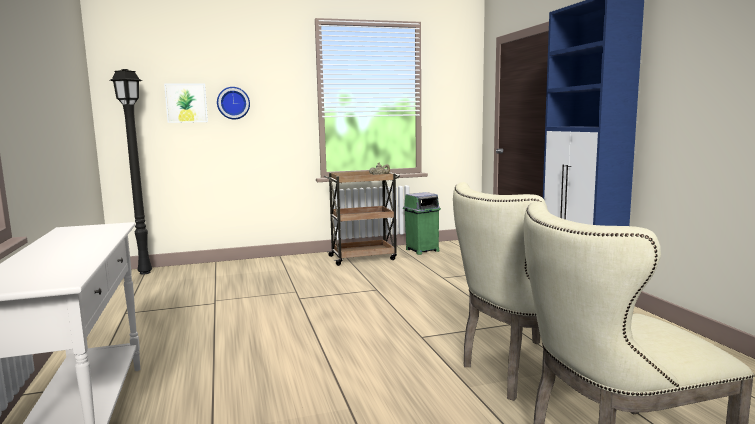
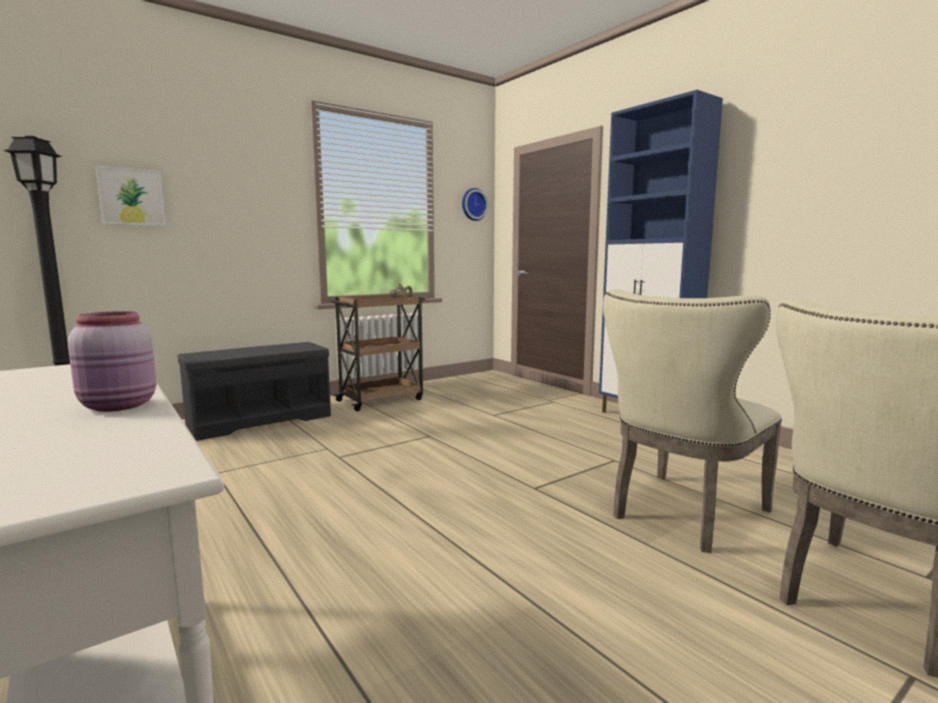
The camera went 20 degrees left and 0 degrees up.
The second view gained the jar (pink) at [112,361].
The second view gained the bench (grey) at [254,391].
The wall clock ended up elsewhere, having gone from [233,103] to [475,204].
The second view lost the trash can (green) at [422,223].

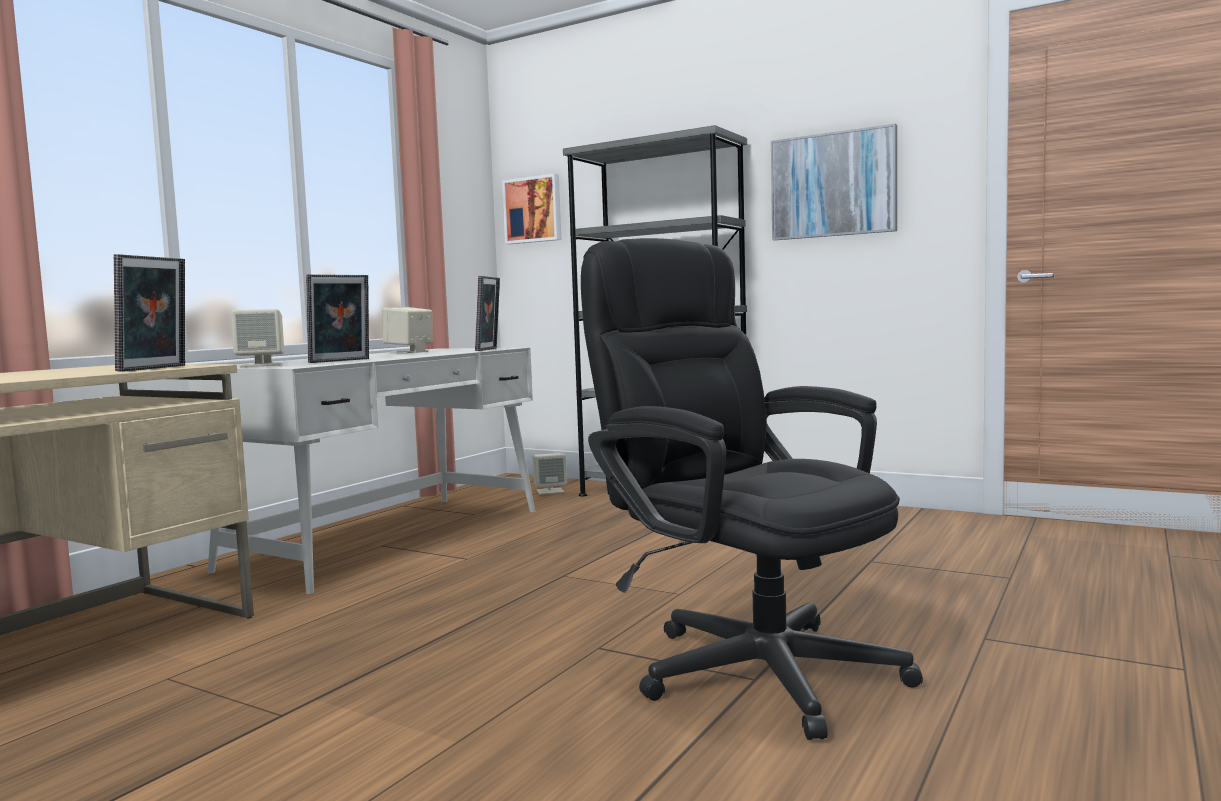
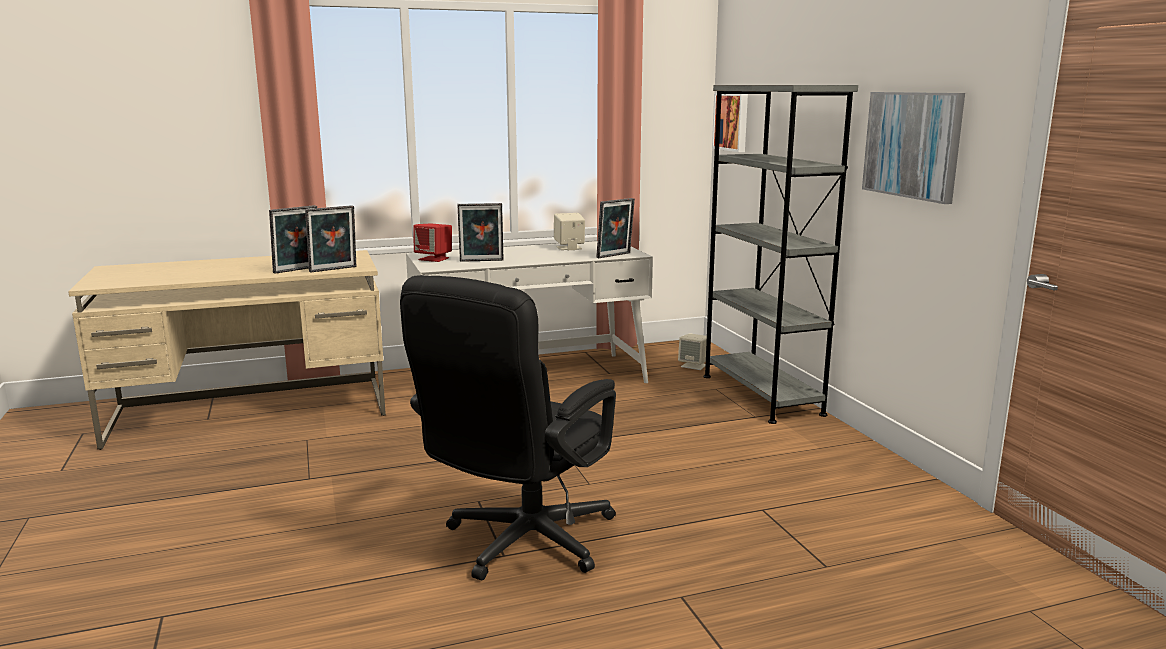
The camera went 40 degrees right and 10 degrees up.
The second view gained the picture frame at [293,239].
The office chair (black) at [752,489] ended up facing another way, 150 degrees counterclockwise from before.
What was the speaker (beige) at [257,338] turned into the speaker (red) at [432,242].

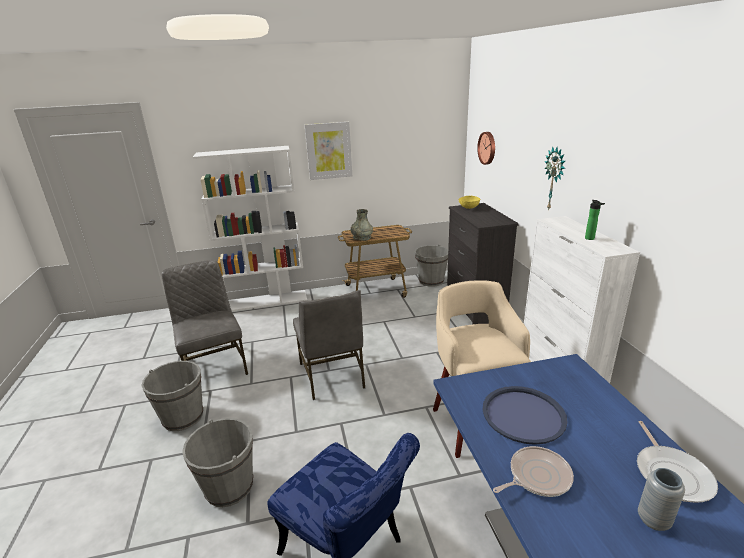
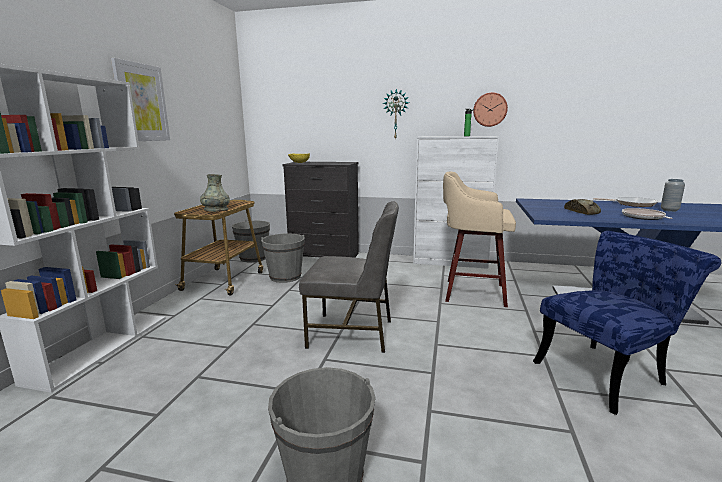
The camera went 65 degrees left and 10 degrees down.
The bucket (grey) ended up elsewhere, having gone from [217,462] to [283,258].
The wall clock ended up elsewhere, having gone from [486,148] to [490,109].
Where the tray (blue) stood at [525,415], the bread came to stand at [582,207].
The second view lost the chair (grey) at [205,317].

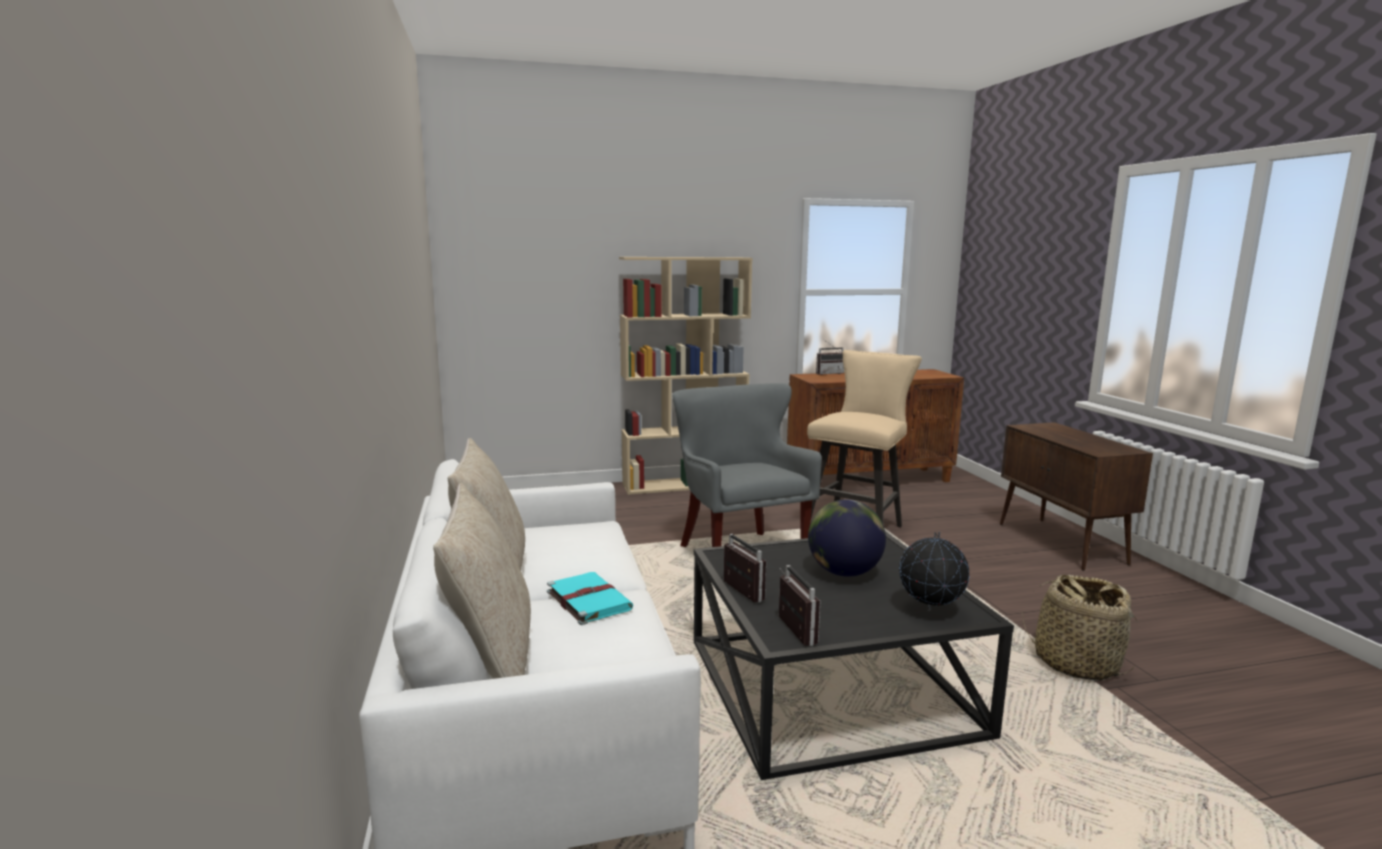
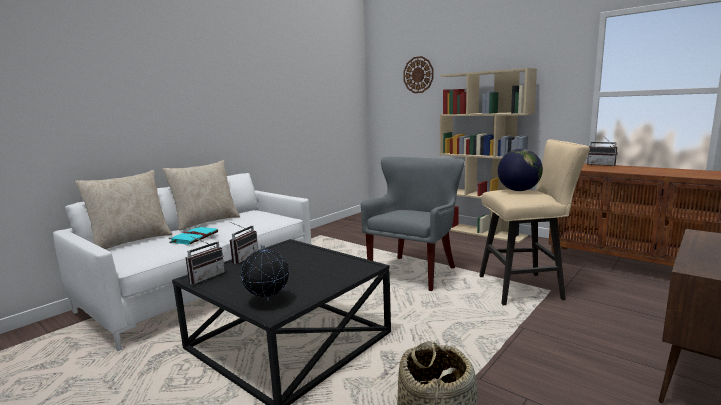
The camera went 55 degrees right and 0 degrees up.
The second view gained the wall clock at [418,74].
The globe ended up elsewhere, having gone from [847,538] to [520,170].

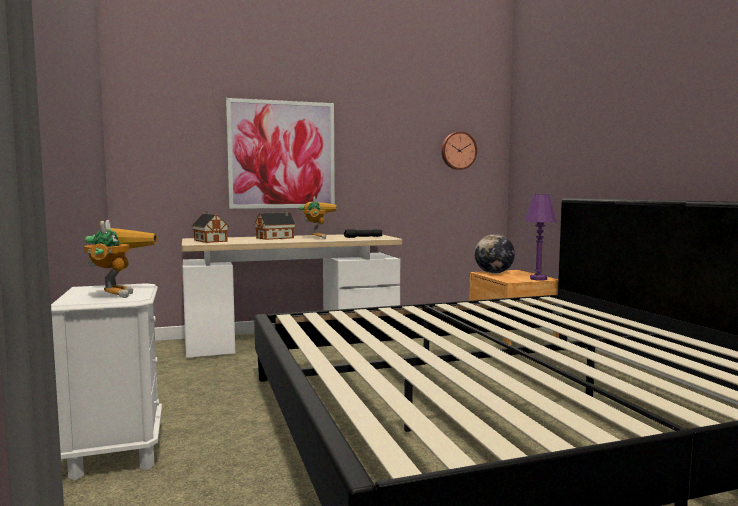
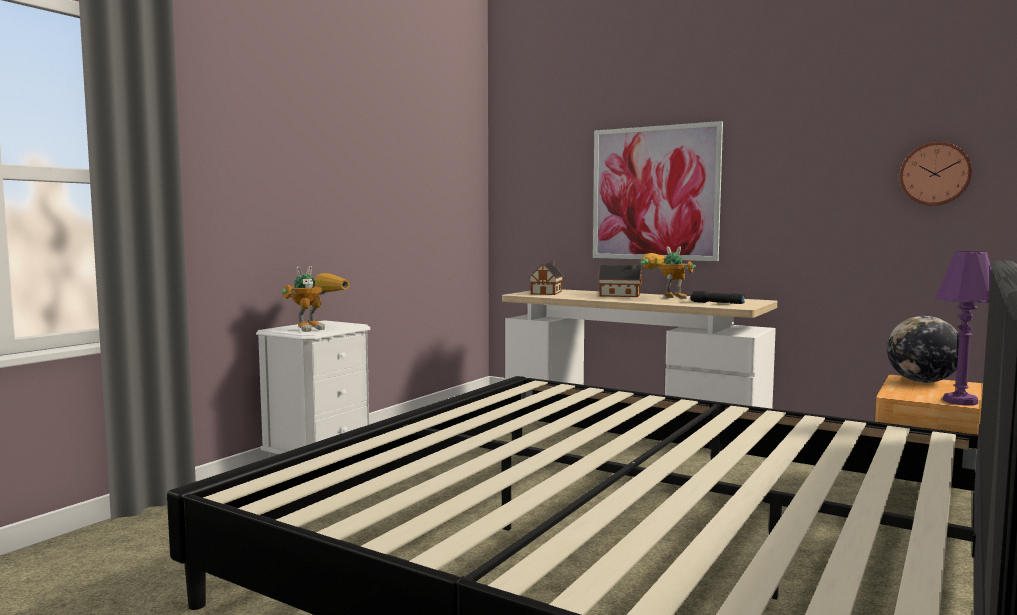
The camera went 50 degrees right and 0 degrees up.
The toy robot at [318,217] ended up facing another way, 105 degrees counterclockwise from before.

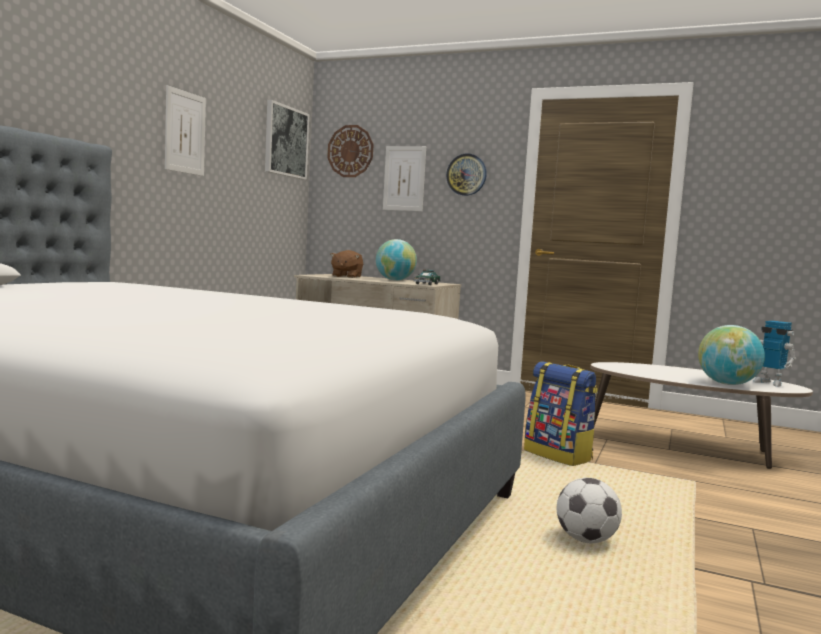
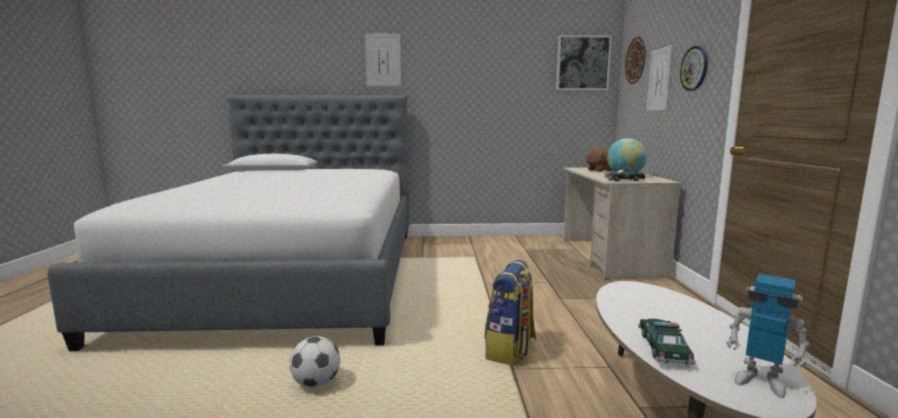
The camera went 65 degrees right and 5 degrees up.
The picture ended up elsewhere, having gone from [185,130] to [383,60].
Where the globe stood at [731,355], the toy car came to stand at [667,342].
The toy robot at [774,354] ended up facing another way, 75 degrees counterclockwise from before.

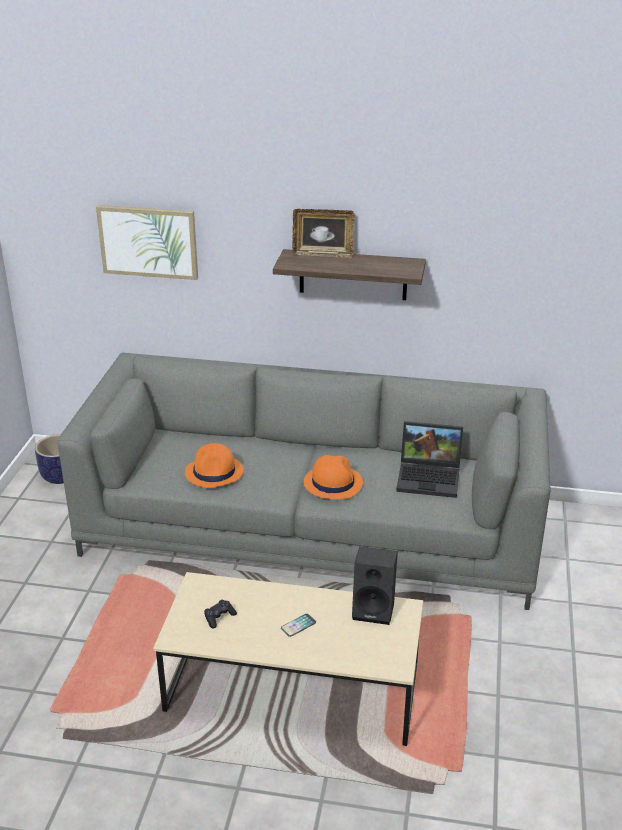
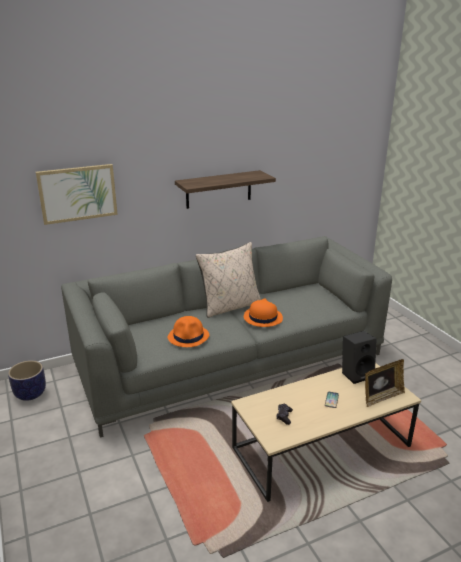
The camera went 35 degrees left and 5 degrees down.
The second view gained the pillow (beige) at [228,280].
The picture frame ended up elsewhere, having gone from [323,233] to [385,383].
The second view lost the laptop at [429,459].

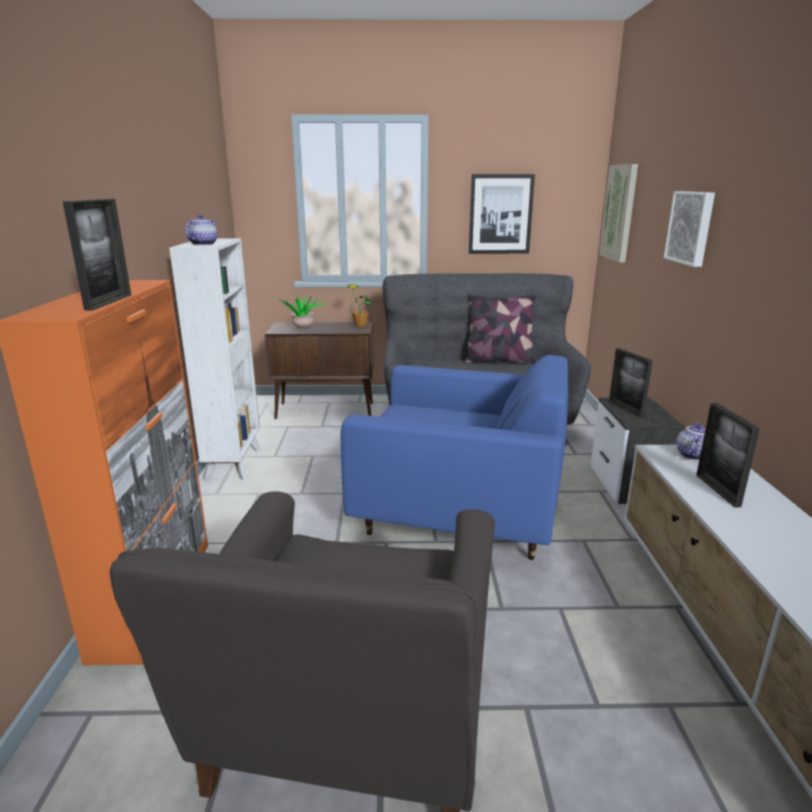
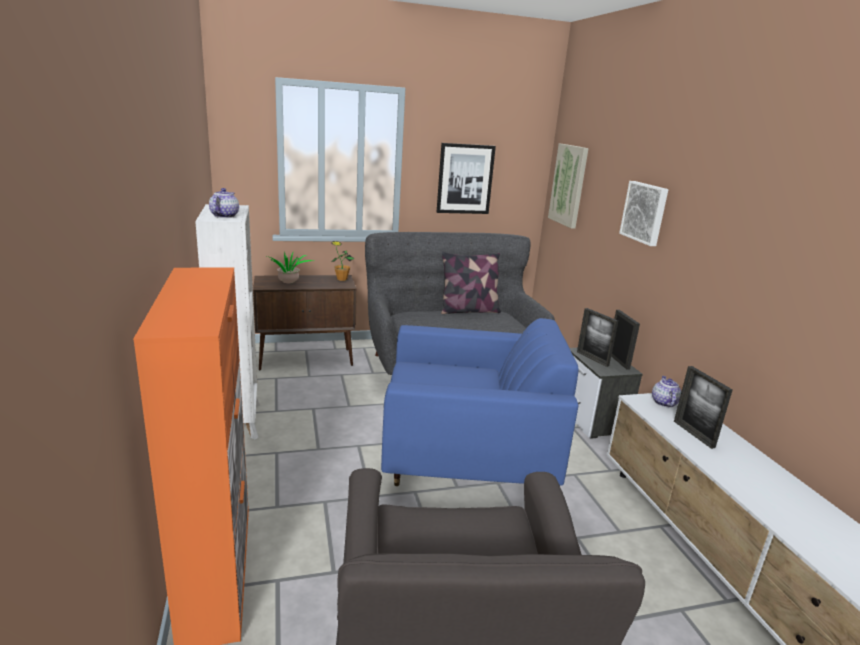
The camera went 15 degrees left and 0 degrees up.
The picture frame ended up elsewhere, having gone from [97,255] to [625,340].

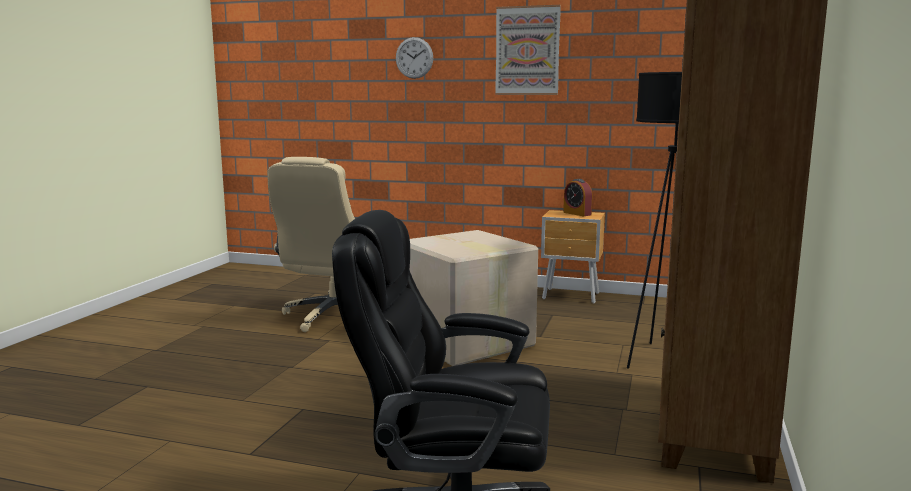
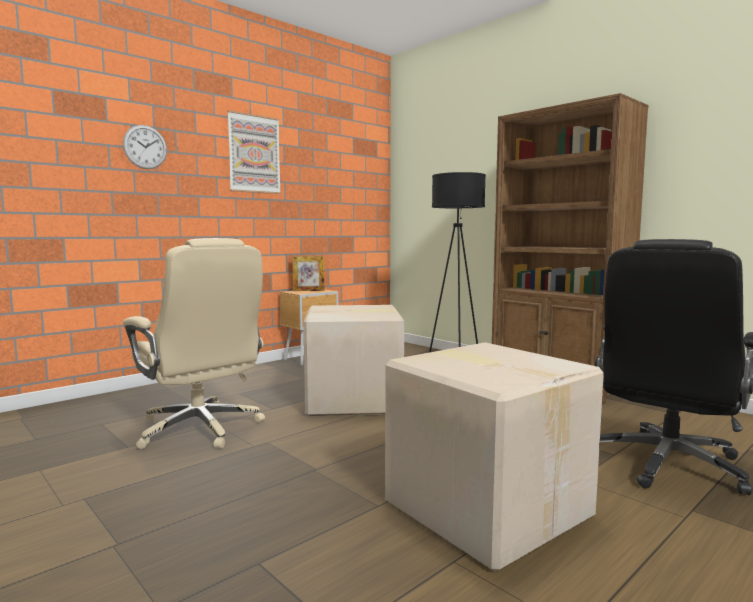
The camera went 60 degrees left and 5 degrees down.
Where the alarm clock stood at [577,197], the picture frame came to stand at [308,273].
The second view gained the cardboard box at [494,457].

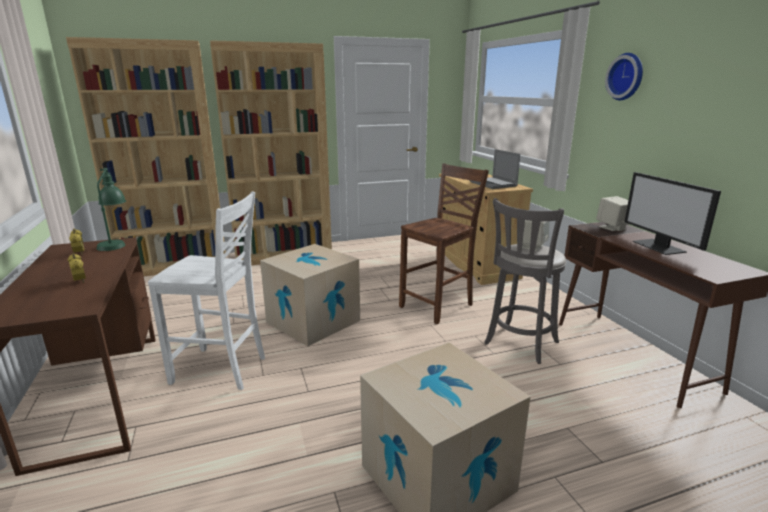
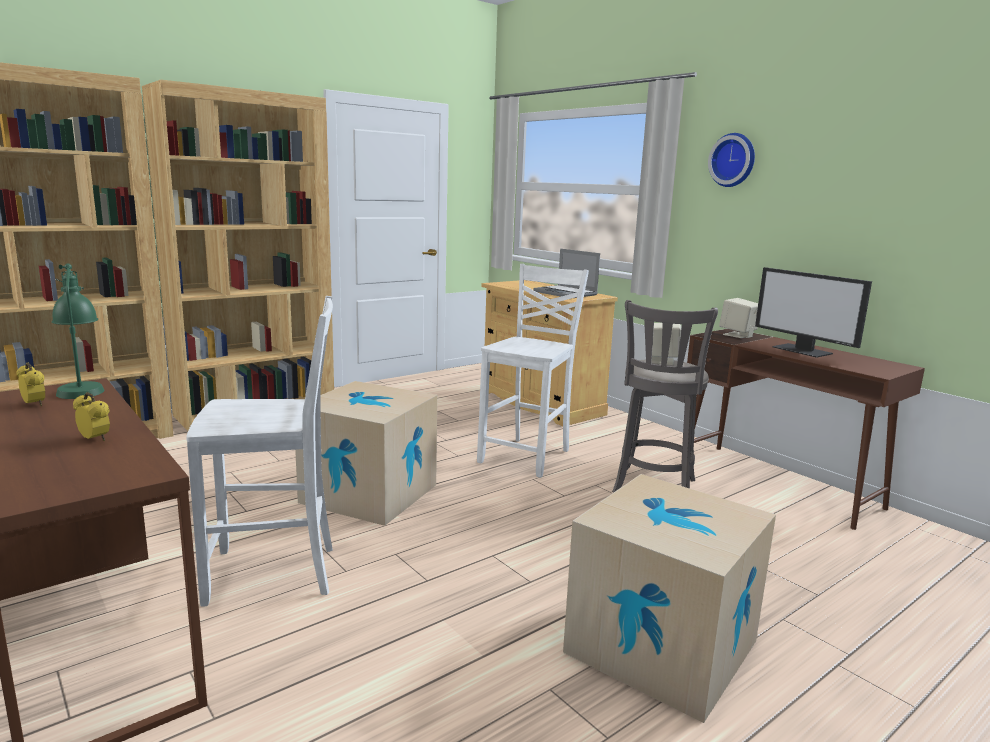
The camera went 20 degrees left and 5 degrees down.
What was the chair (brown) at [444,243] turned into the chair (white) at [533,371].

